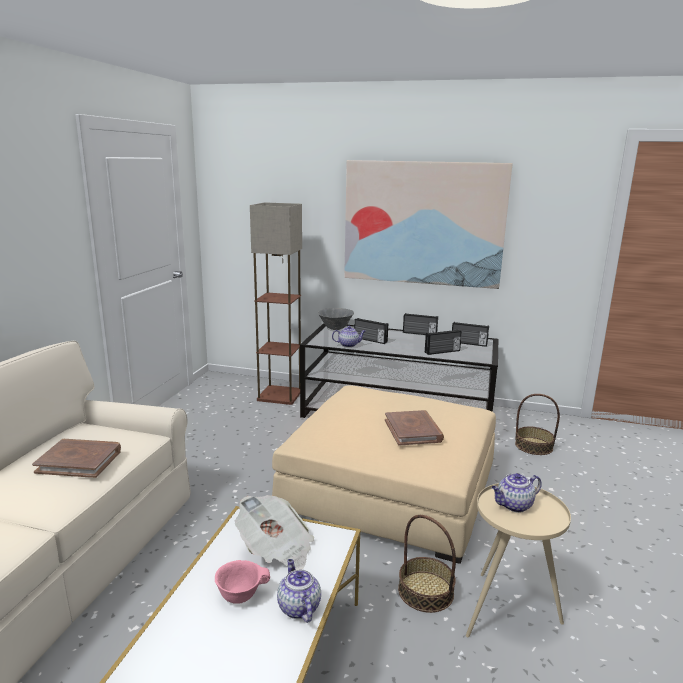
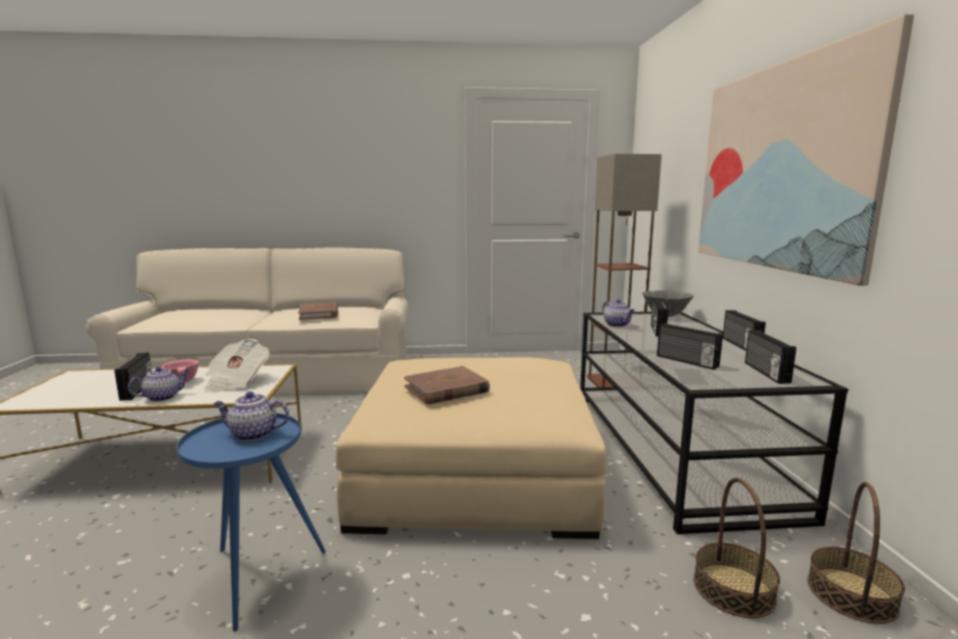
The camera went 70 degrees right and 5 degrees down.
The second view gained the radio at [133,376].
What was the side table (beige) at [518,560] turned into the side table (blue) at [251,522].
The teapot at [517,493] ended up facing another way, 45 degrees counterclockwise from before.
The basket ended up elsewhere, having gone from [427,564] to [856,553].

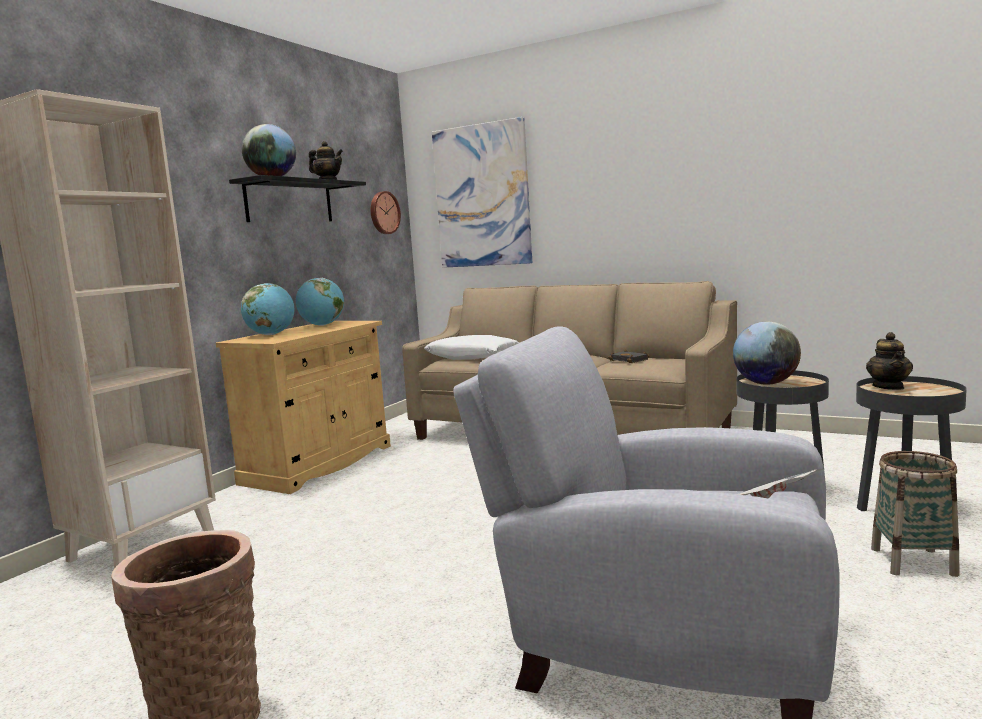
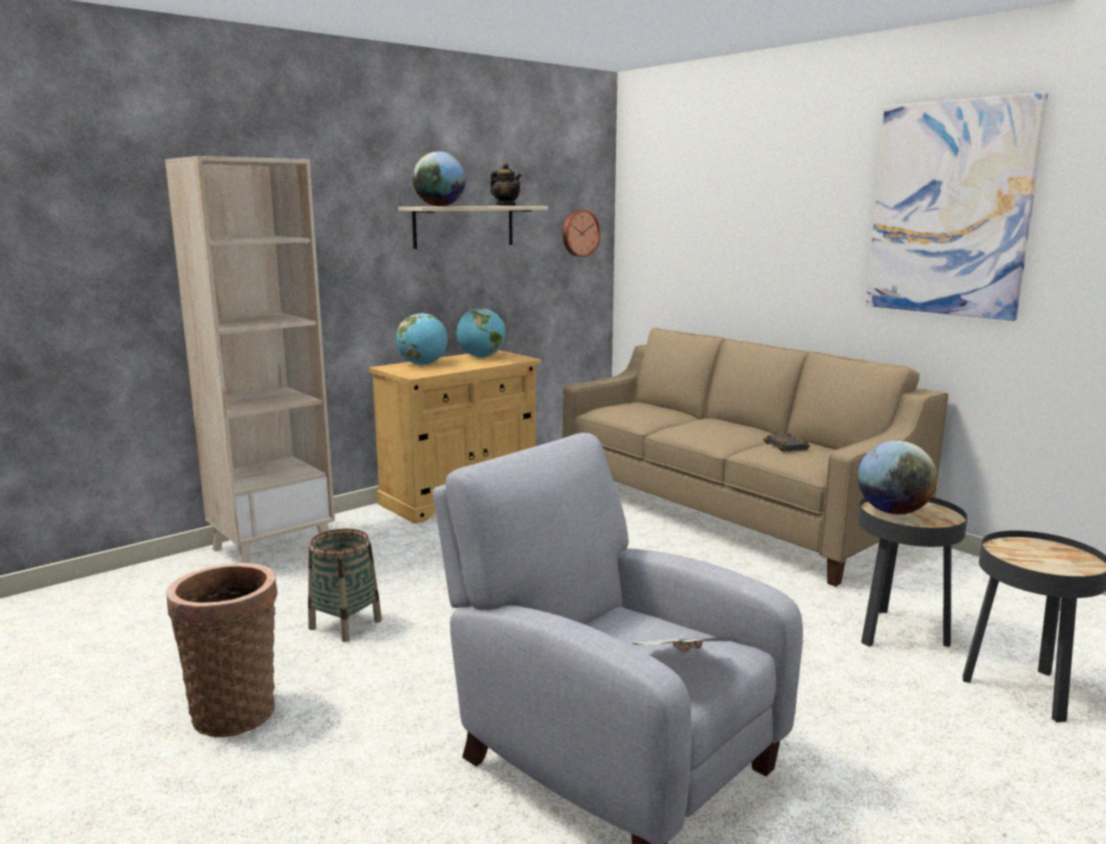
The camera went 20 degrees right and 5 degrees up.
The basket ended up elsewhere, having gone from [915,514] to [345,585].
What was the shelf (black) at [297,198] turned into the shelf (beige) at [473,227].
The picture ended up elsewhere, having gone from [482,192] to [957,206].
The second view lost the pillow (white) at [471,347].
The second view lost the teapot at [889,361].

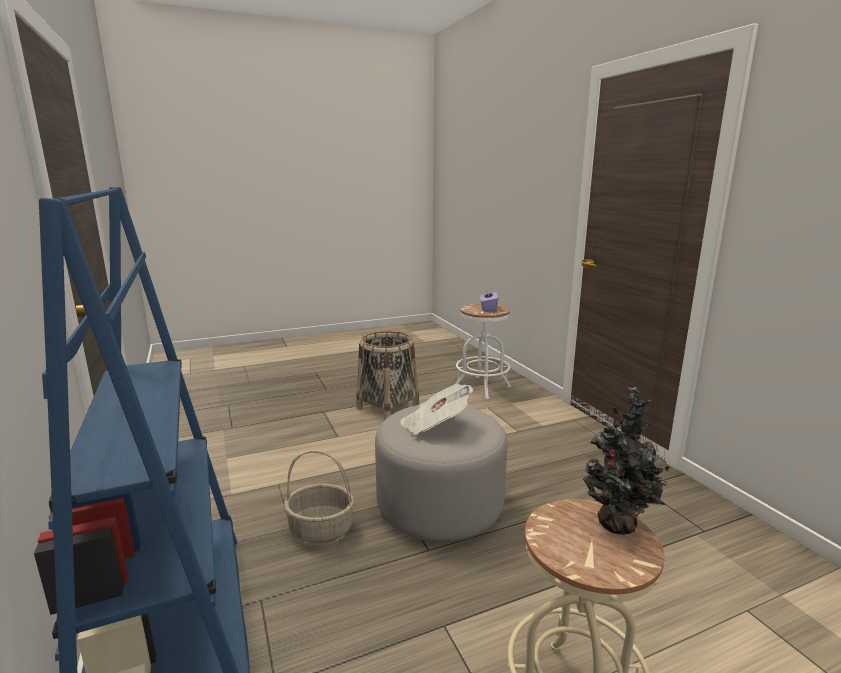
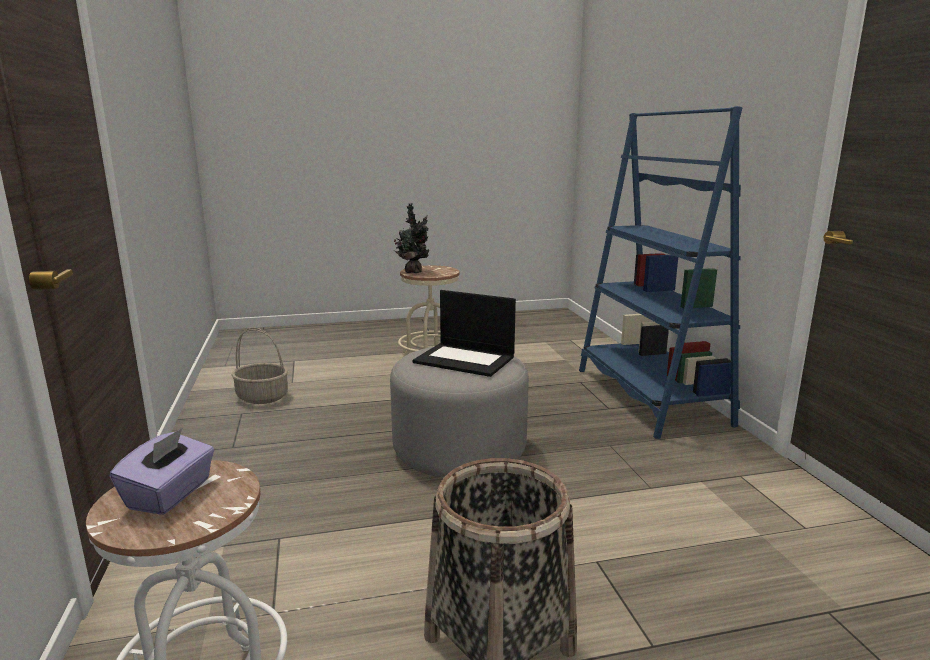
The camera went 170 degrees left and 0 degrees up.
The basket ended up elsewhere, having gone from [319,497] to [259,365].
Where the newspaper stood at [436,409], the laptop came to stand at [464,333].

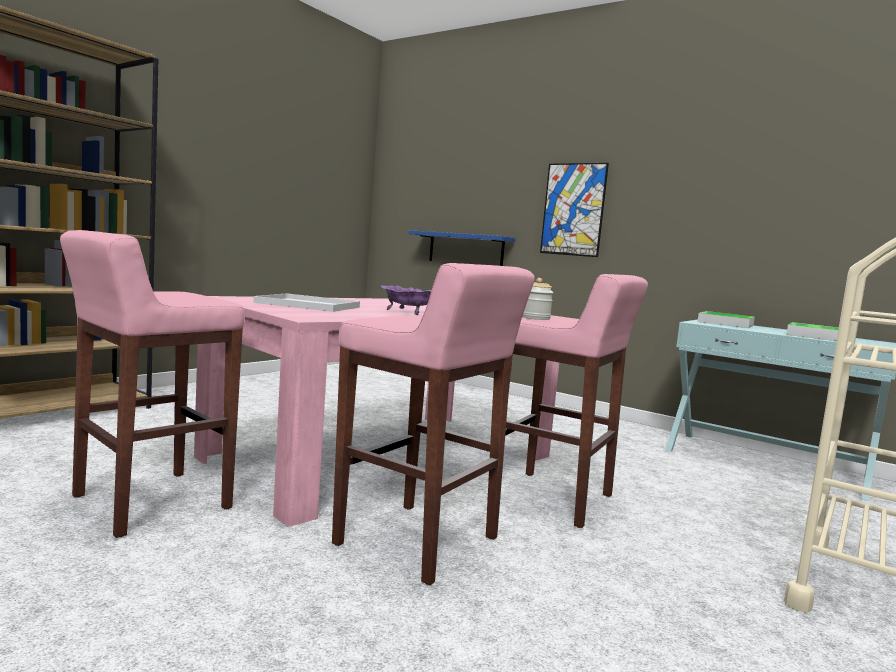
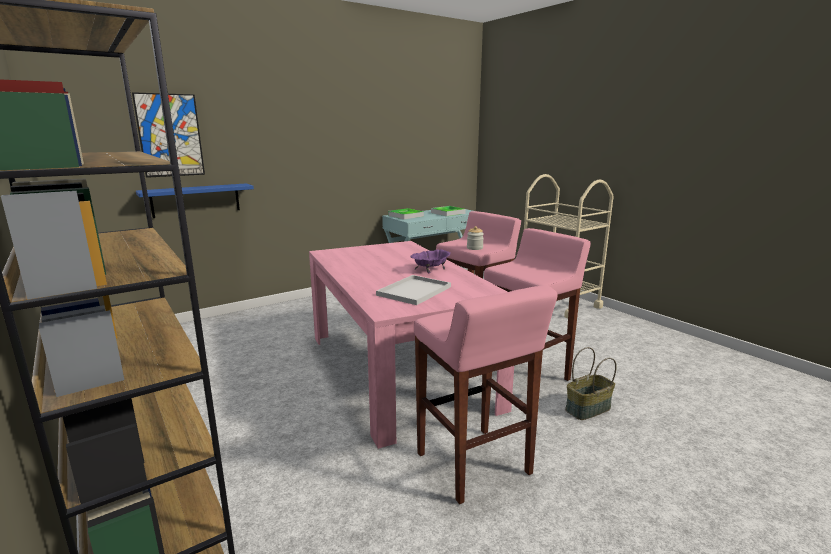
The camera went 70 degrees left and 10 degrees up.
The picture ended up elsewhere, having gone from [574,210] to [168,135].
The second view gained the basket at [591,383].

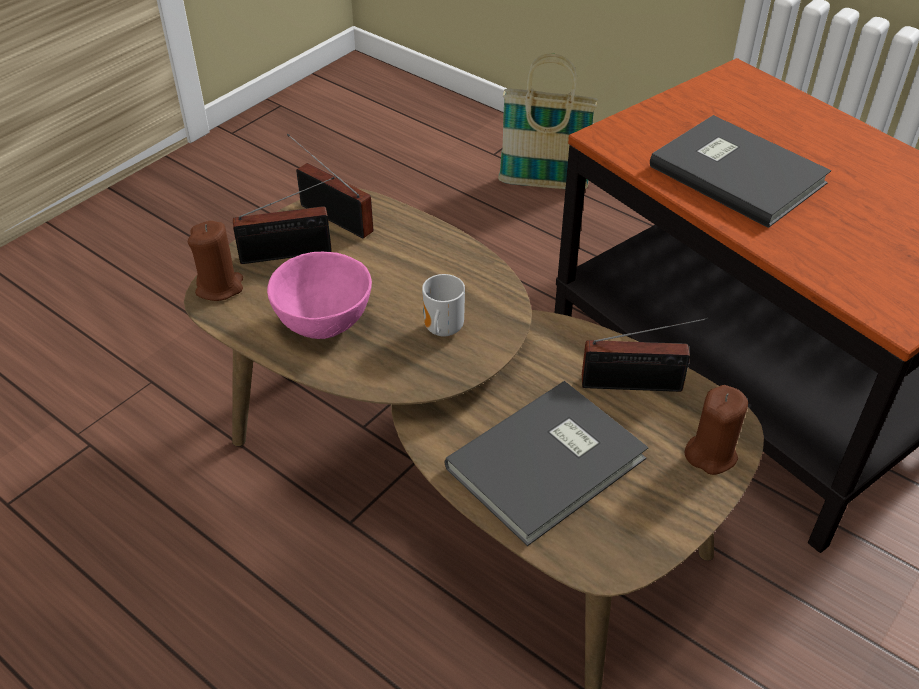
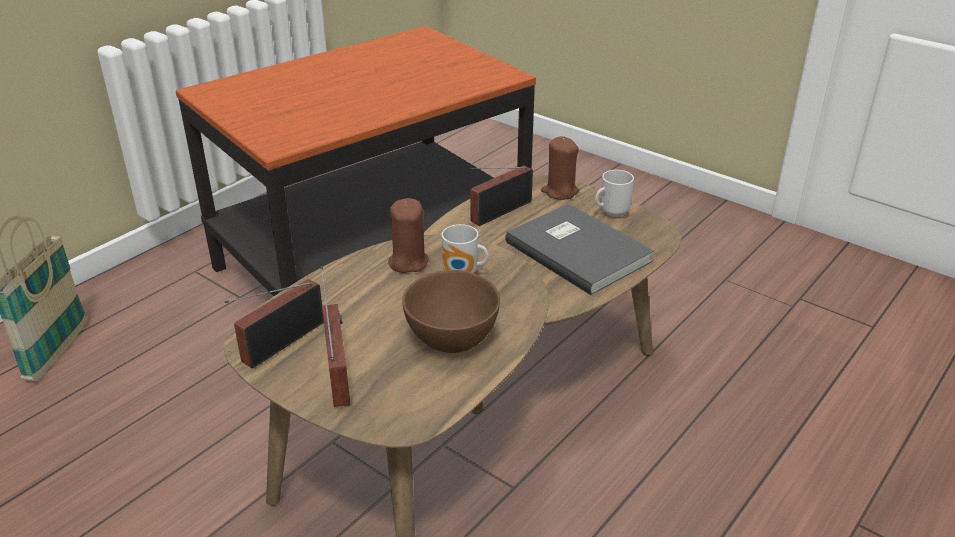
The camera went 90 degrees left and 10 degrees down.
The candle (brown) ended up elsewhere, having gone from [215,261] to [408,235].
What was the bowl (pink) at [319,295] turned into the bowl (brown) at [451,311].
The radio at [645,355] ended up facing another way, 135 degrees counterclockwise from before.
The second view gained the mug at [614,193].
The second view lost the book (grey) at [740,171].

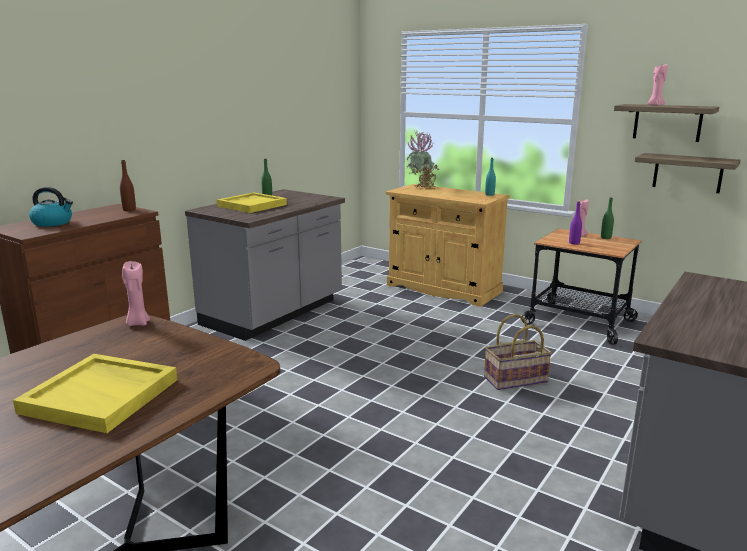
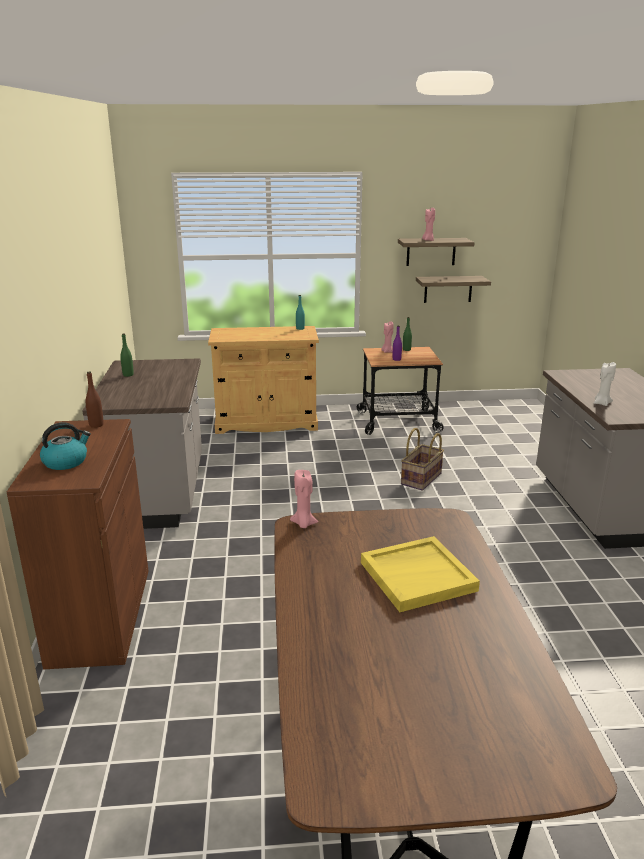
The camera went 40 degrees left and 5 degrees up.
The second view gained the candle (white) at [605,384].
The second view lost the tray (yellow) at [252,203].
The second view lost the potted plant at [422,159].

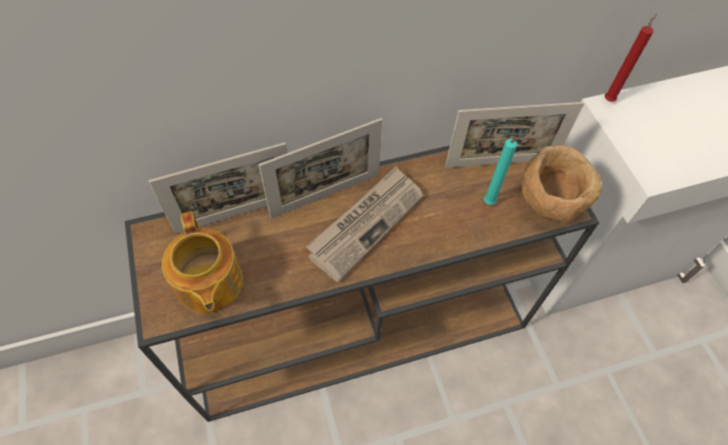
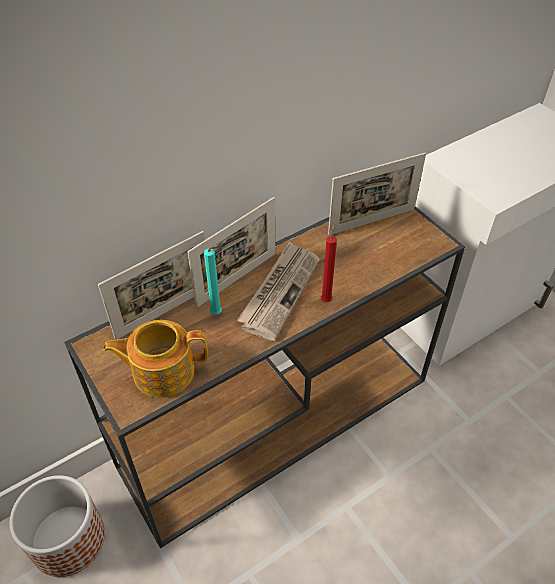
The camera went 15 degrees left and 10 degrees down.
The second view gained the planter at [57,526].
The teapot at [202,262] ended up facing another way, 120 degrees clockwise from before.
The candle (turquoise) ended up elsewhere, having gone from [505,171] to [213,280].
The candle (red) ended up elsewhere, having gone from [631,58] to [329,263].
The second view lost the bowl (brown) at [561,183].

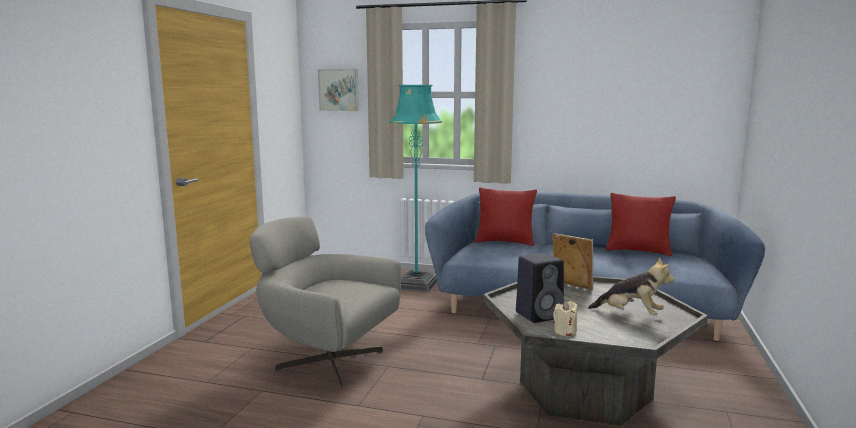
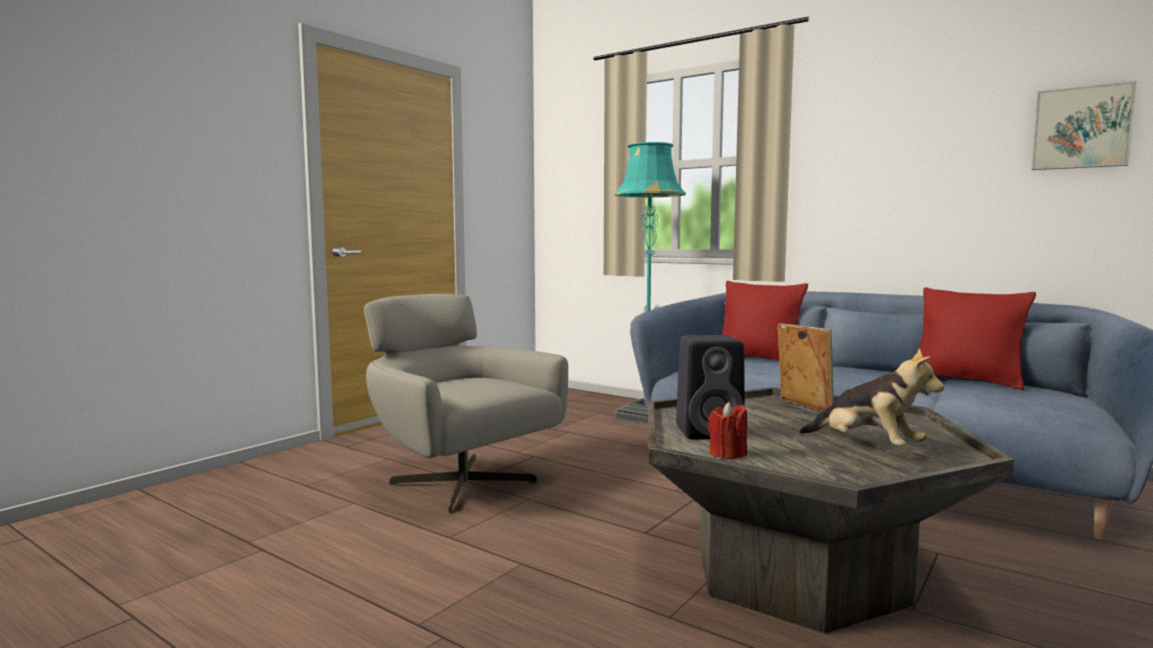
The camera went 20 degrees right and 5 degrees down.
What was the candle (beige) at [565,318] turned into the candle (red) at [727,430].
The picture ended up elsewhere, having gone from [338,90] to [1083,125].

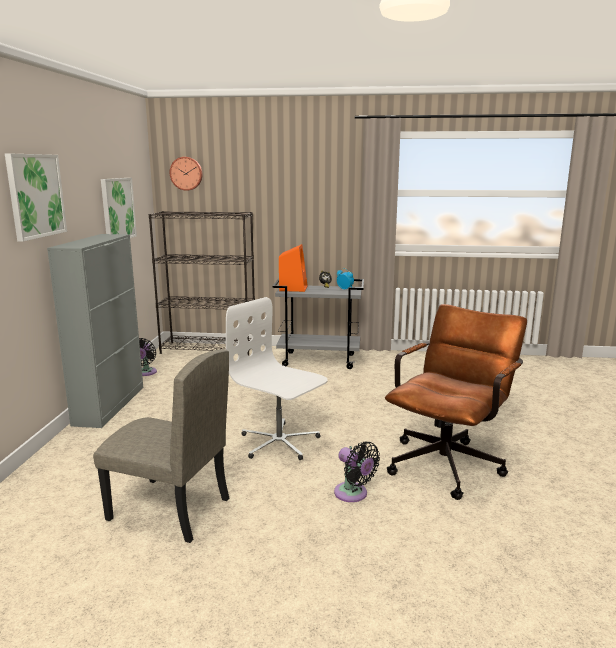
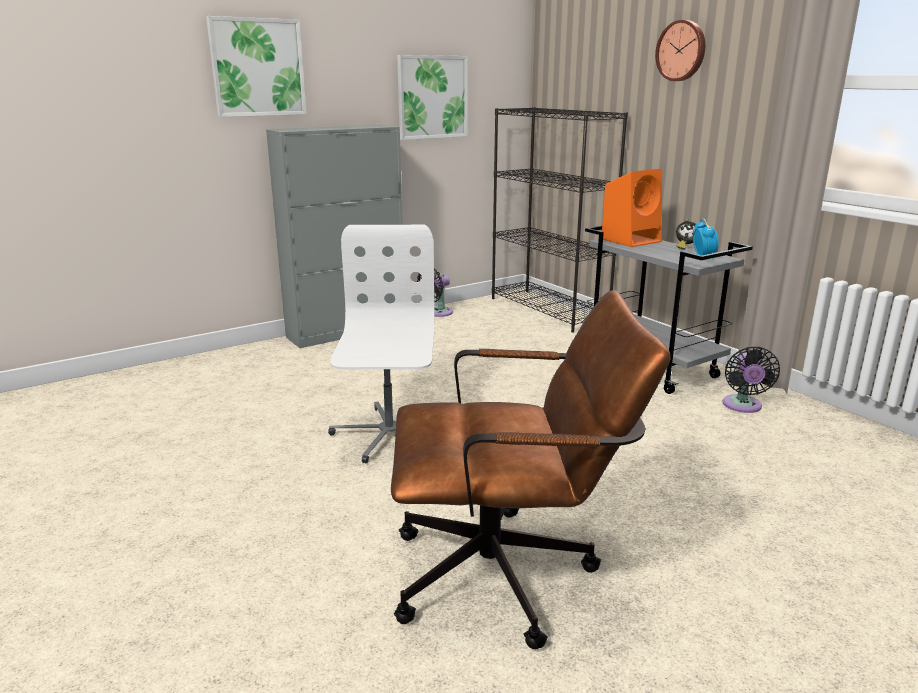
The camera went 50 degrees right and 5 degrees up.
The wall clock ended up elsewhere, having gone from [186,174] to [680,50].
The fan (black) ended up elsewhere, having gone from [357,471] to [751,379].
The second view lost the chair (beige) at [161,446].

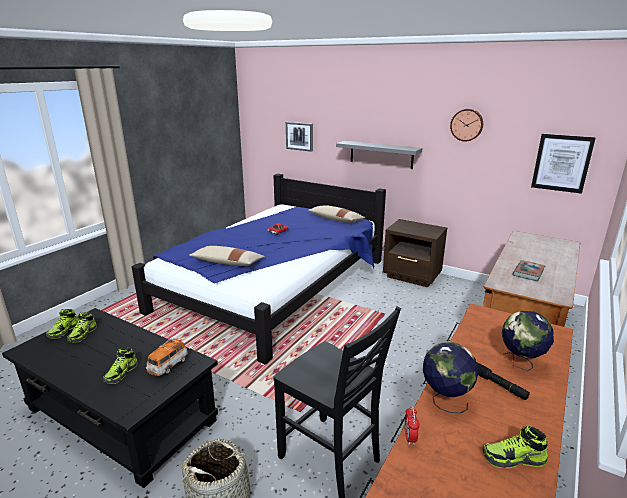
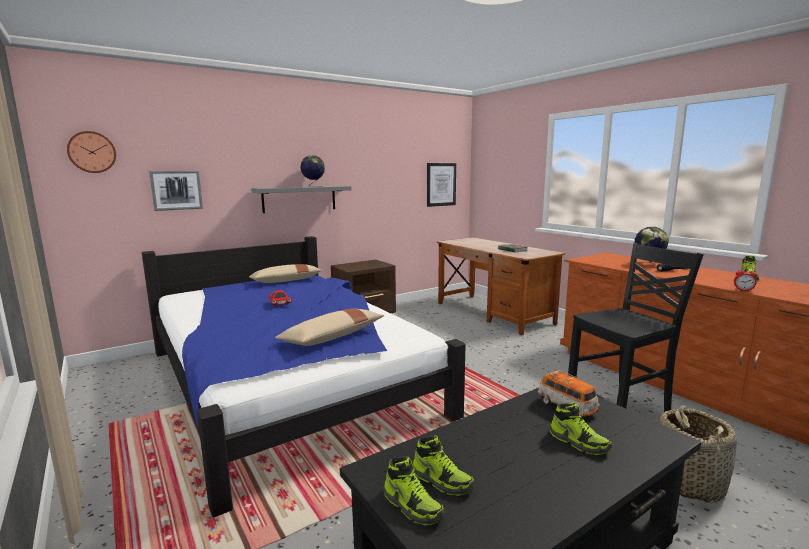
The camera went 65 degrees left and 10 degrees down.
The wall clock ended up elsewhere, having gone from [466,125] to [91,152].
The globe ended up elsewhere, having gone from [450,378] to [312,171].

